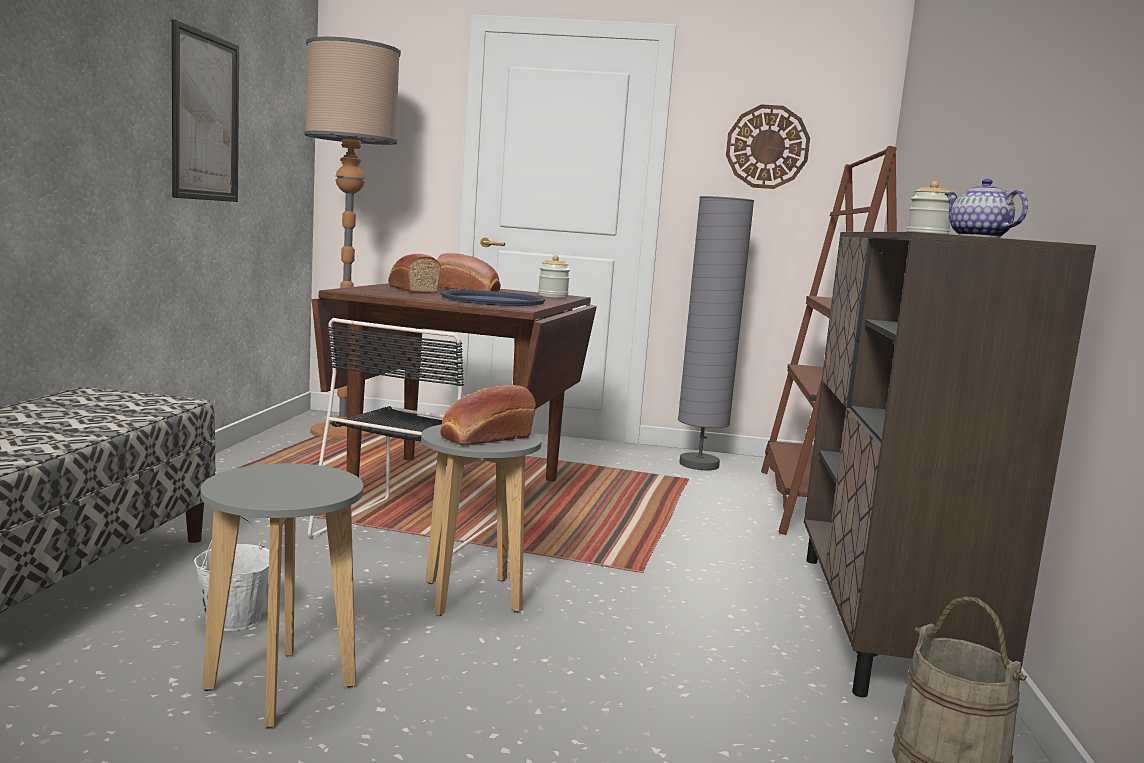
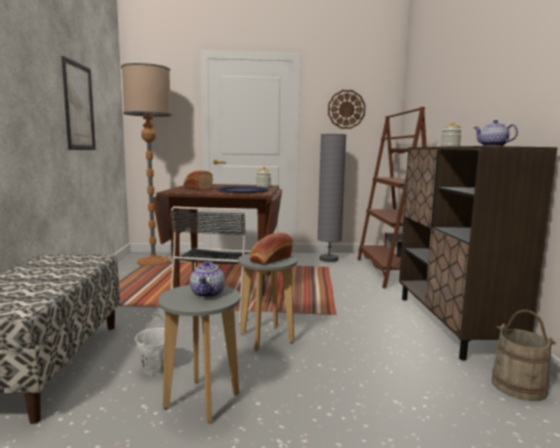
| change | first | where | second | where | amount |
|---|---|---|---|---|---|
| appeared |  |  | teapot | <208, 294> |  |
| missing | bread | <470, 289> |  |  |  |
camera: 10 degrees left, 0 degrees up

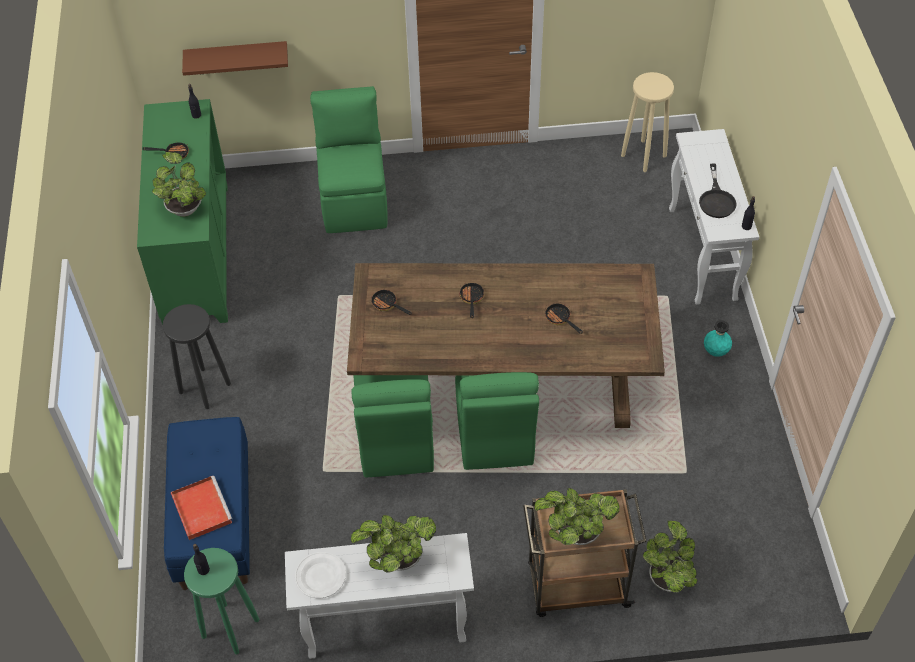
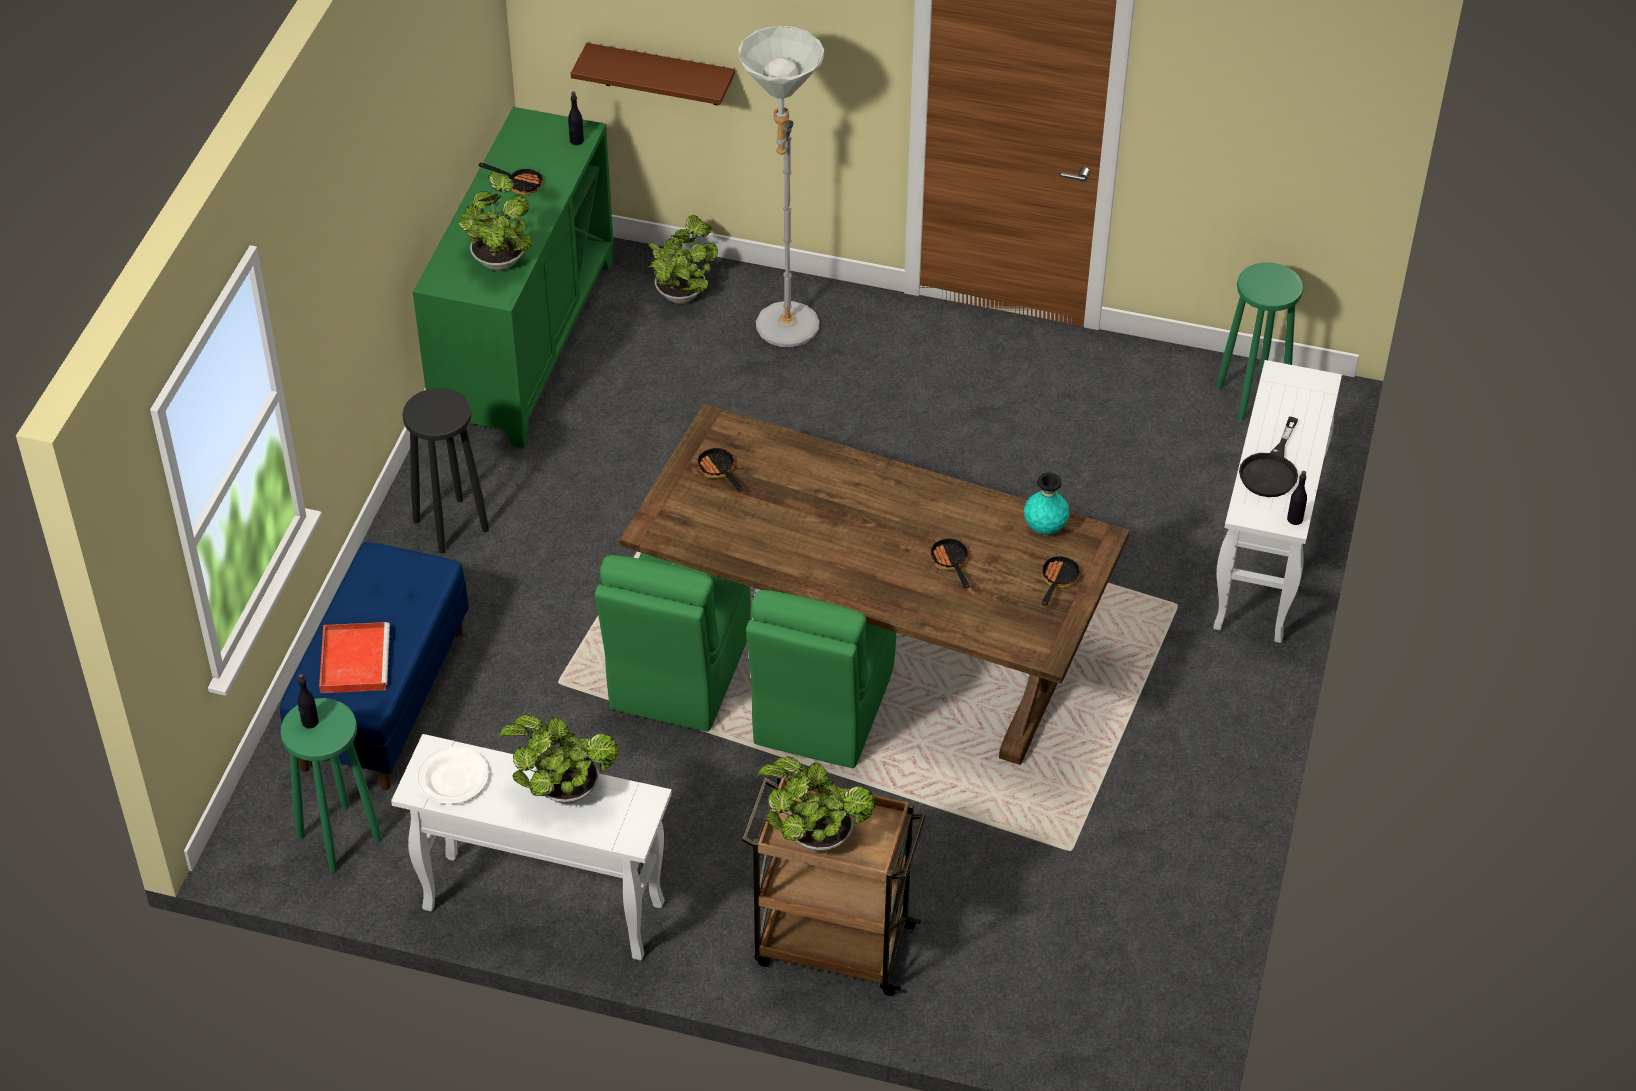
| change | first | where | second | where | amount |
|---|---|---|---|---|---|
| relocated | potted plant | <667, 576> |  | <682, 293> |  |
| exchanged | green chair | <354, 200> | grey floor lamp | <783, 335> |  |
| relocated | turquoise vase | <715, 351> |  | <1045, 528> |  |
| relocated | frying pan | <471, 299> |  | <1057, 581> |  |
| colour | beige stool | <644, 156> | green stool | <1252, 397> |  |
camera: 20 degrees right, 5 degrees down

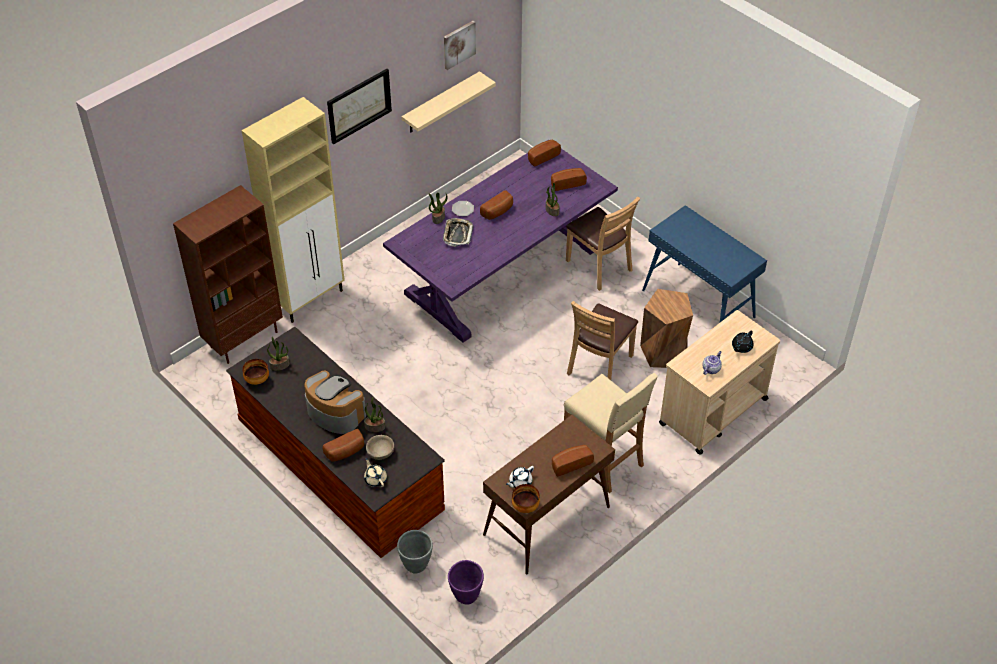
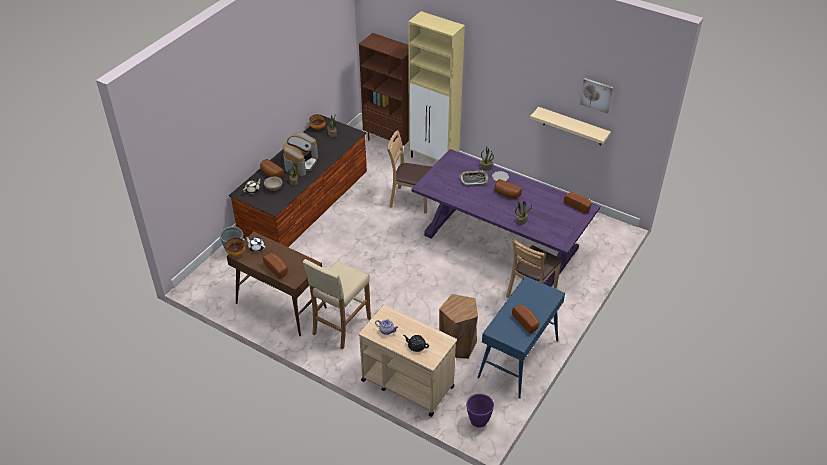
| change | first | where | second | where | amount |
|---|---|---|---|---|---|
| relocated | brown chair | <600, 366> |  | <411, 200> |  |
| relocated | purple planter | <466, 596> |  | <478, 421> |  |
| relocated | bread | <567, 183> |  | <526, 322> |  |
| missing | picture | <359, 105> |  |  |  |
camera: 75 degrees right, 5 degrees down

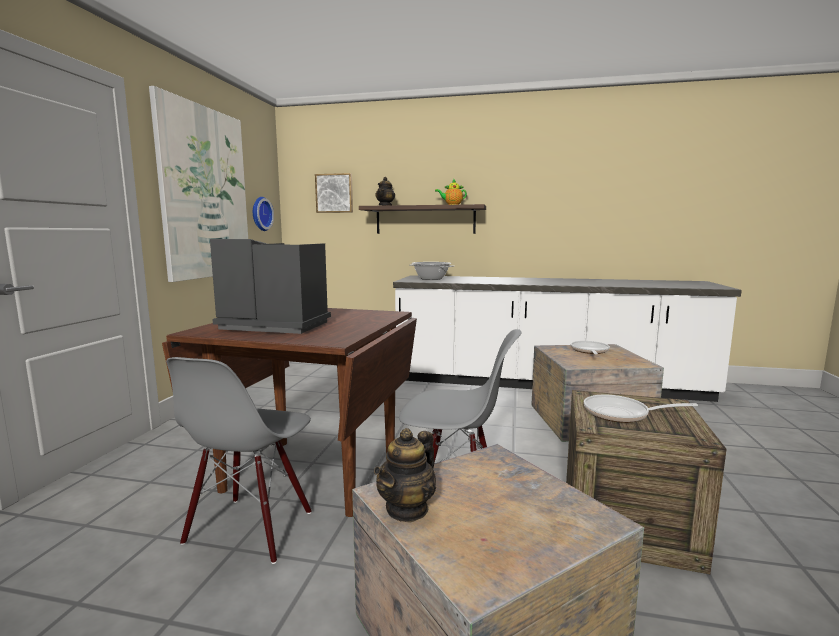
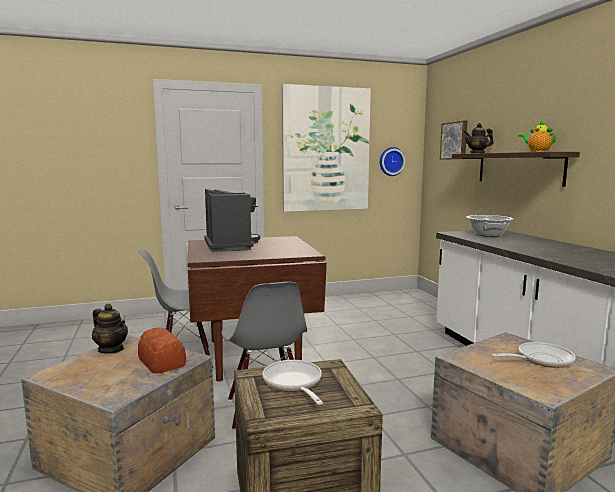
| change | first | where | second | where | amount |
|---|---|---|---|---|---|
| spun | teapot | <407, 509> |  | <111, 349> | 150 degrees counterclockwise |
| appeared |  |  | bread | <162, 361> |  |
camera: 60 degrees right, 0 degrees up

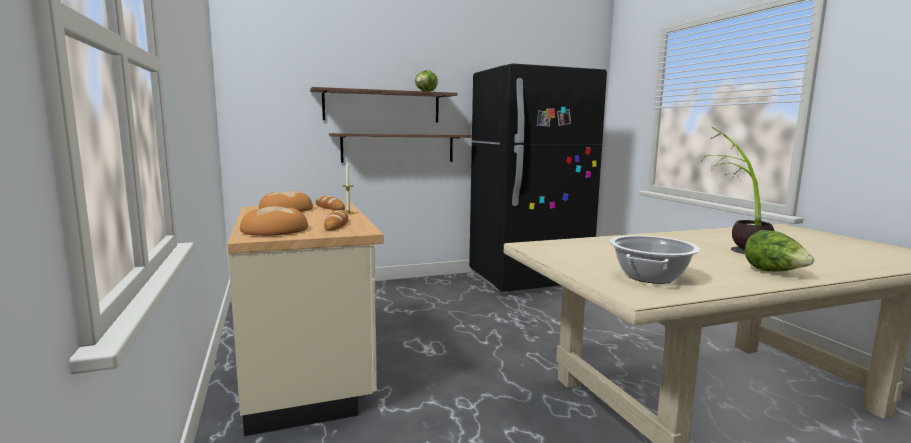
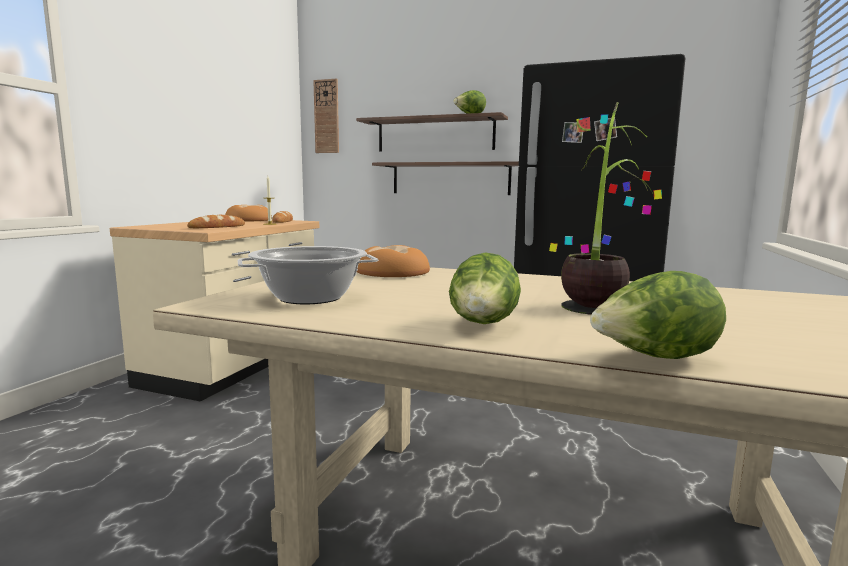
| change | first | where | second | where | amount |
|---|---|---|---|---|---|
| appeared |  |  | wall clock | <326, 116> |  |
| relocated | bread | <274, 230> |  | <391, 272> |  |
| appeared |  |  | lettuce | <653, 358> |  |
camera: 40 degrees right, 0 degrees up

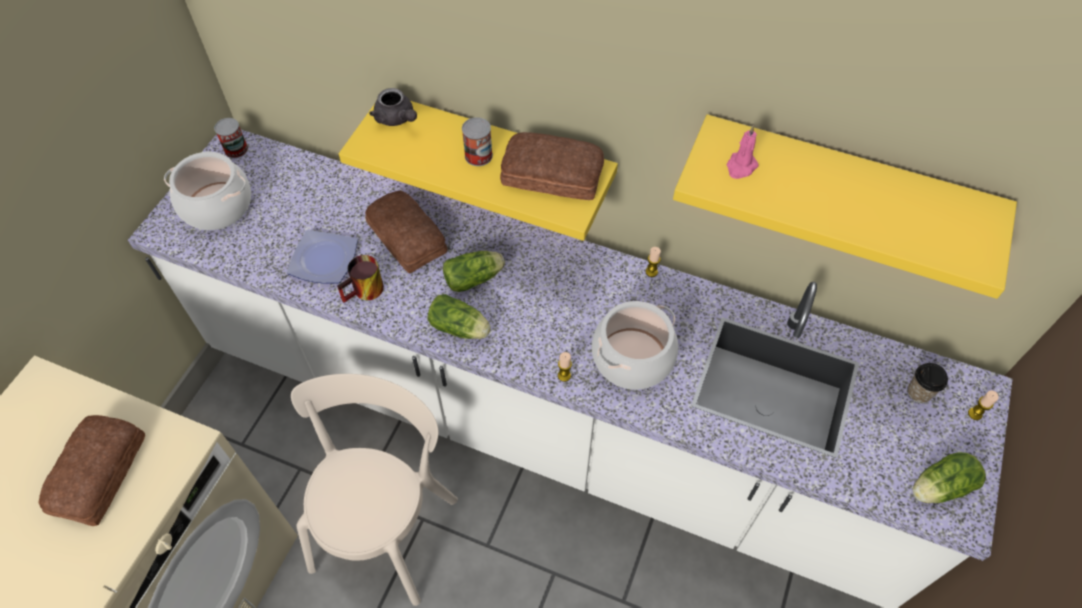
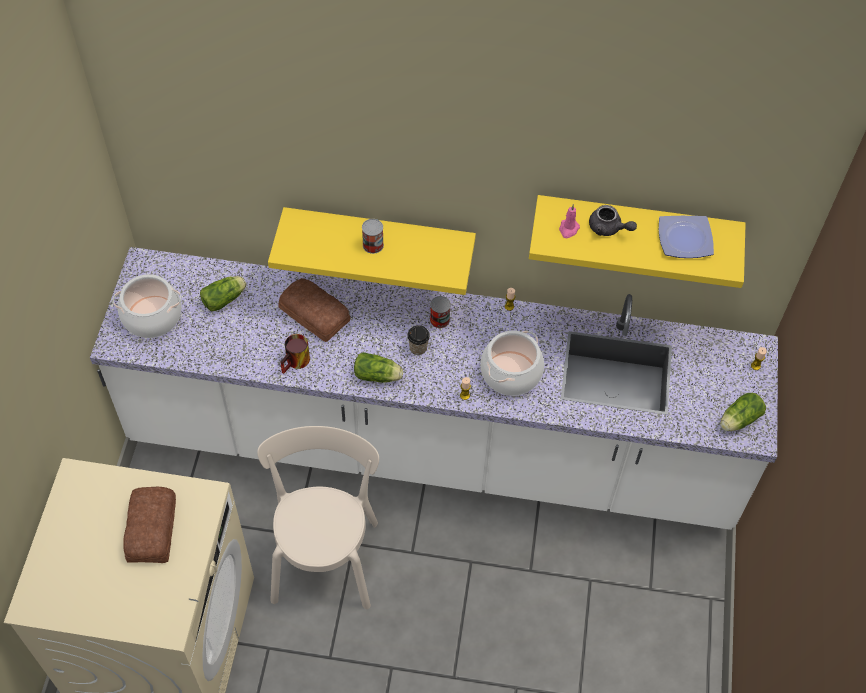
| change | first | where | second | where | amount |
|---|---|---|---|---|---|
| relocated | lettuce | <475, 278> |  | <225, 299> |  |
| relocated | cup | <918, 393> |  | <418, 348> |  |
| relocated | can | <236, 149> |  | <439, 320> |  |
| relocated | grey teapot | <397, 119> |  | <608, 229> |  |
| relocated | plate | <325, 259> |  | <685, 238> |  |
| missing | bread | <553, 176> |  |  |  |
camera: 15 degrees left, 0 degrees up

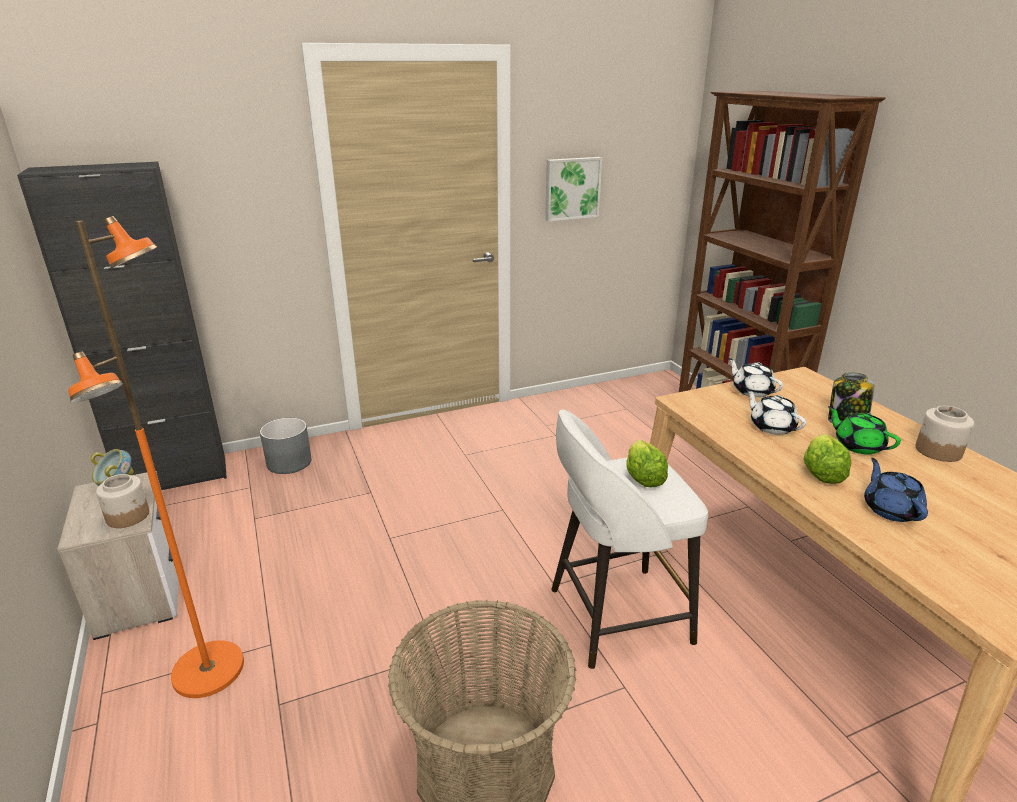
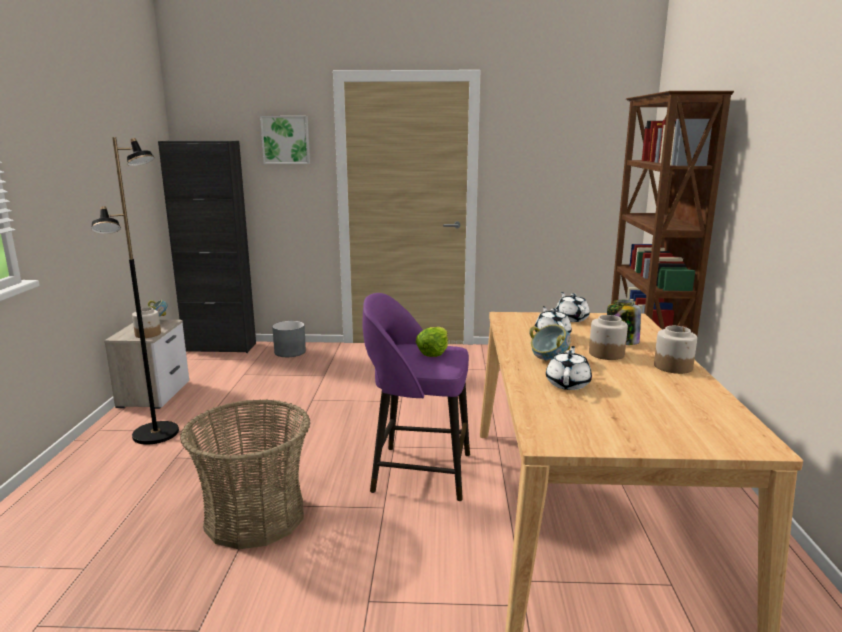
| change | first | where | second | where | amount |
|---|---|---|---|---|---|
| colour | orange floor lamp | <210, 670> | black floor lamp | <156, 434> |  |
| relocated | picture | <571, 188> |  | <286, 140> |  |
| colour | white stool | <615, 616> | purple stool | <418, 472> |  |
| exchanged | lettuce | <821, 472> | bowl | <548, 360> |  |
| colour | blue teapot | <890, 509> | white teapot | <568, 383> |  |
| exchanged | green teapot | <858, 445> | jar | <606, 354> |  |
camera: 25 degrees right, 10 degrees down

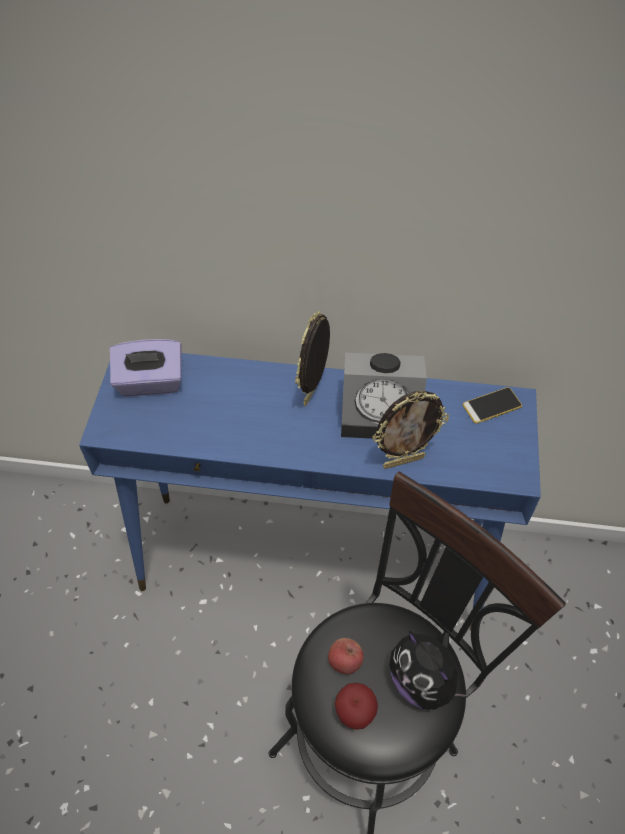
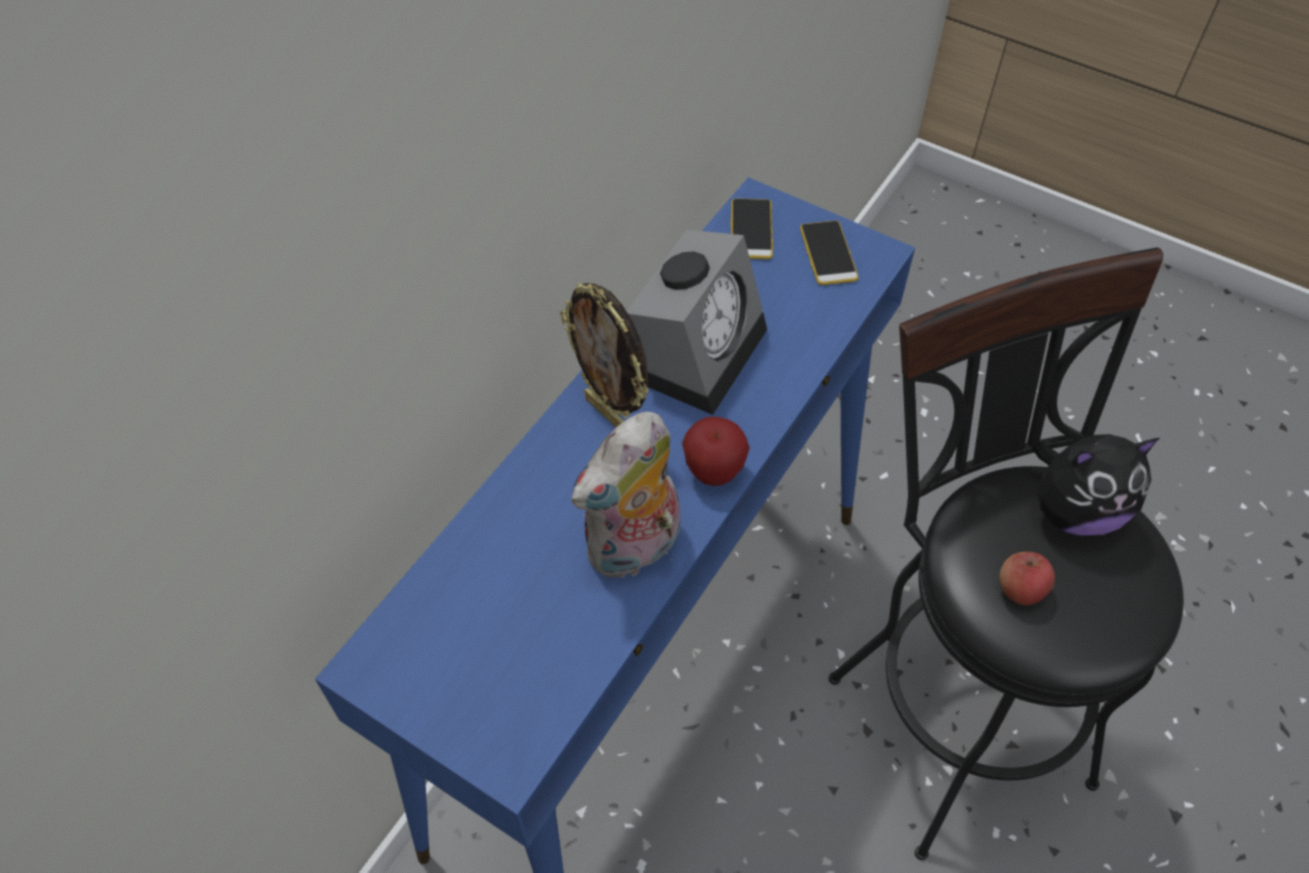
| change | first | where | second | where | amount |
|---|---|---|---|---|---|
| appeared |  |  | plush toy | <634, 549> |  |
| relocated | apple | <354, 713> |  | <713, 472> |  |
| appeared |  |  | phone | <828, 253> |  |
| missing | purple tissue box | <151, 383> |  |  |  |
| missing | picture frame | <403, 461> |  |  |  |
camera: 65 degrees left, 0 degrees up

